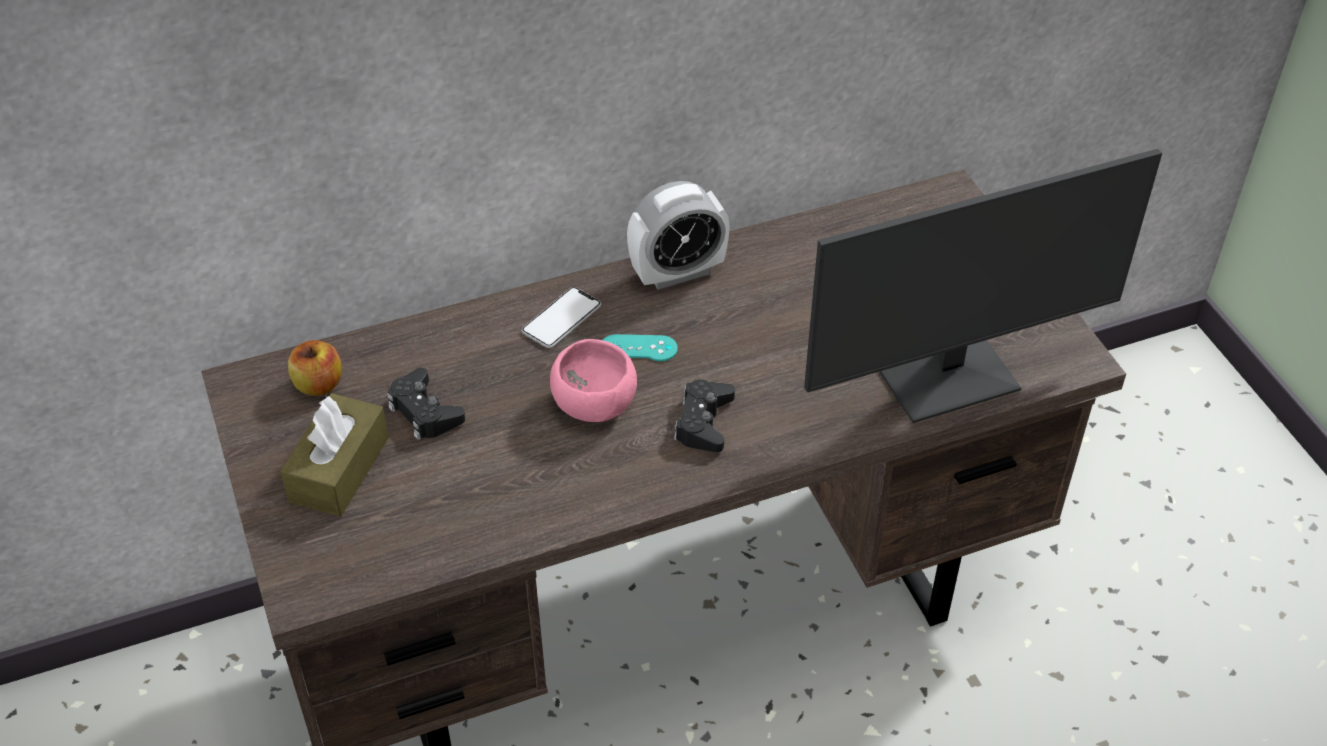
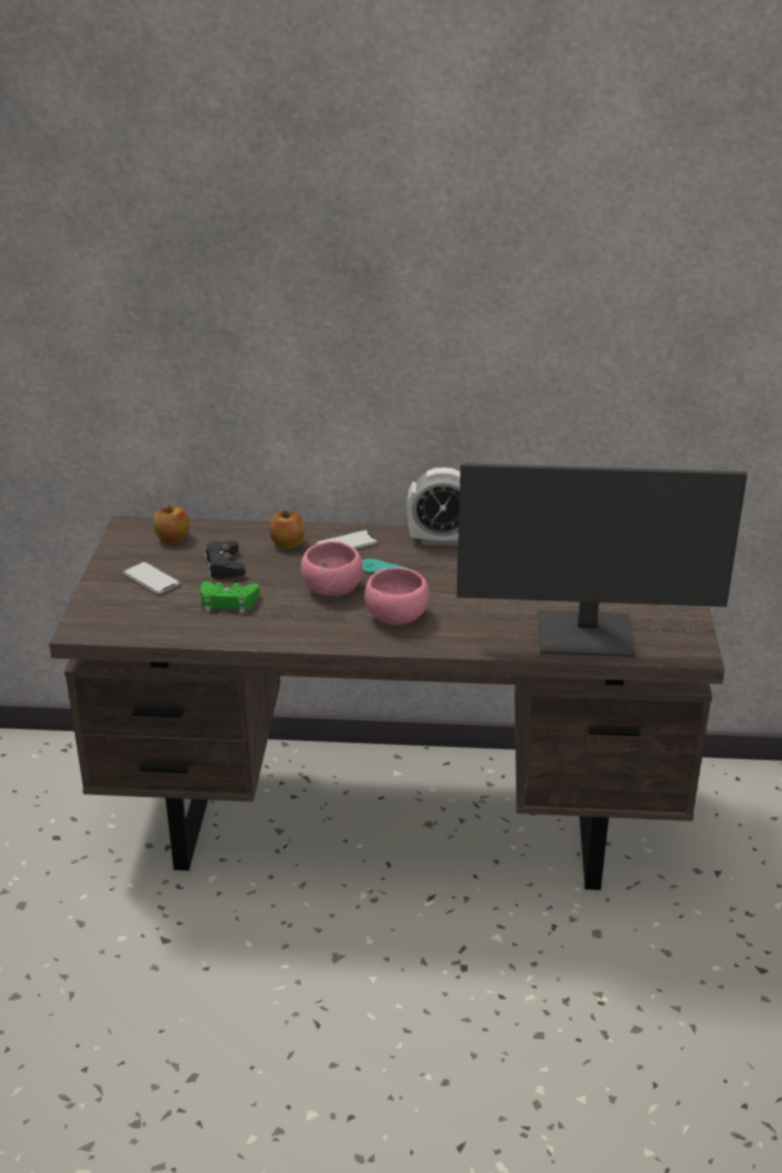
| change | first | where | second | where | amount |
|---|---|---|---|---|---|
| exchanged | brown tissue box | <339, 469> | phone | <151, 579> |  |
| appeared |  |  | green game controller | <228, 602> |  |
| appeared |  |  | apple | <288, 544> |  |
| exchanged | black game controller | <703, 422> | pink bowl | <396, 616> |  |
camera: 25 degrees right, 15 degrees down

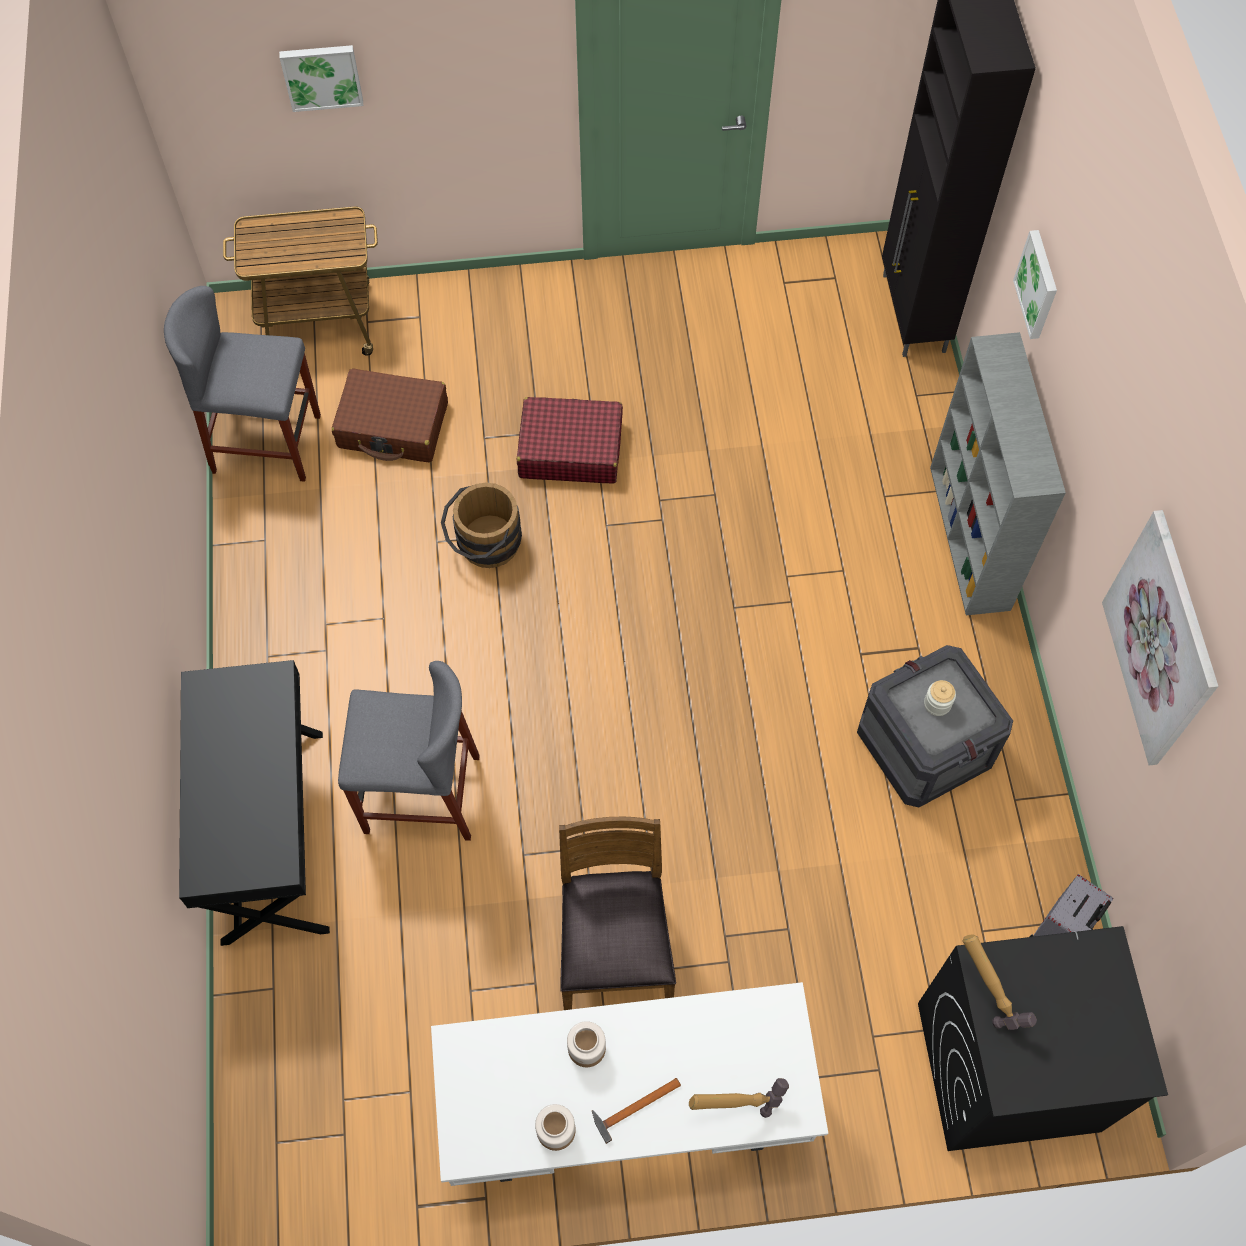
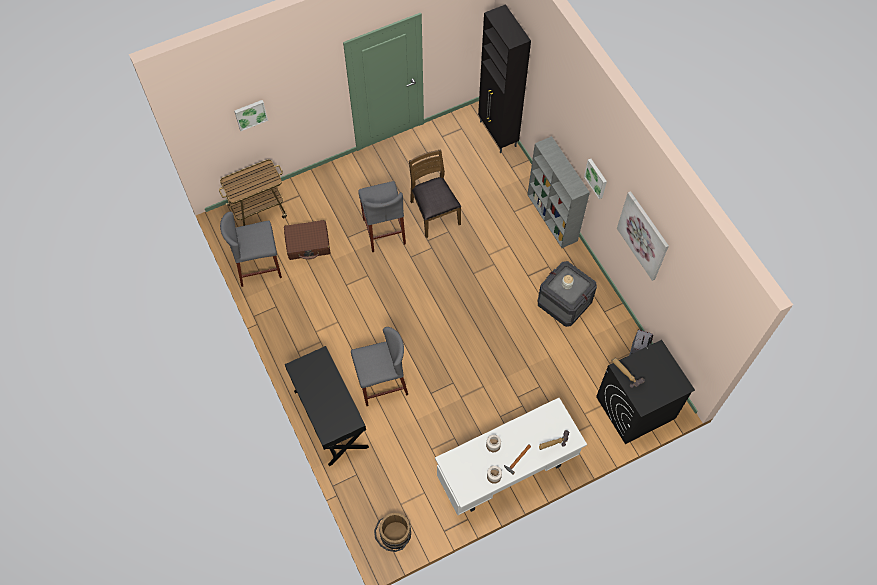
| change | first | where | second | where | amount |
|---|---|---|---|---|---|
| exchanged | red suitcase | <570, 450> | grey stool | <384, 231> |  |
| relocated | brown bucket | <484, 546> |  | <394, 537> |  |
| relocated | brown chair | <614, 949> |  | <434, 213> |  |
| relocated | picture | <1038, 284> |  | <596, 178> |  |
camera: 20 degrees left, 0 degrees up

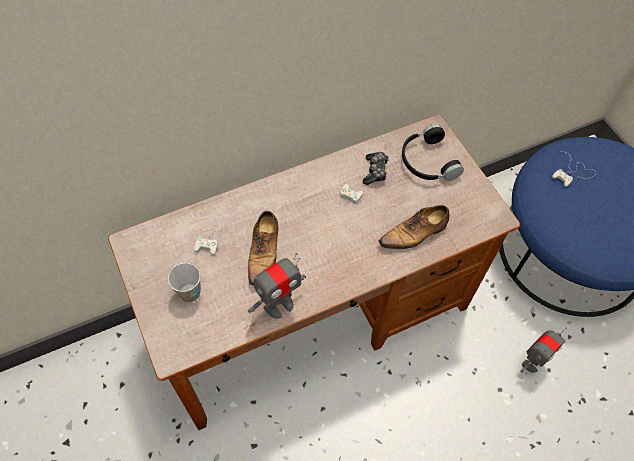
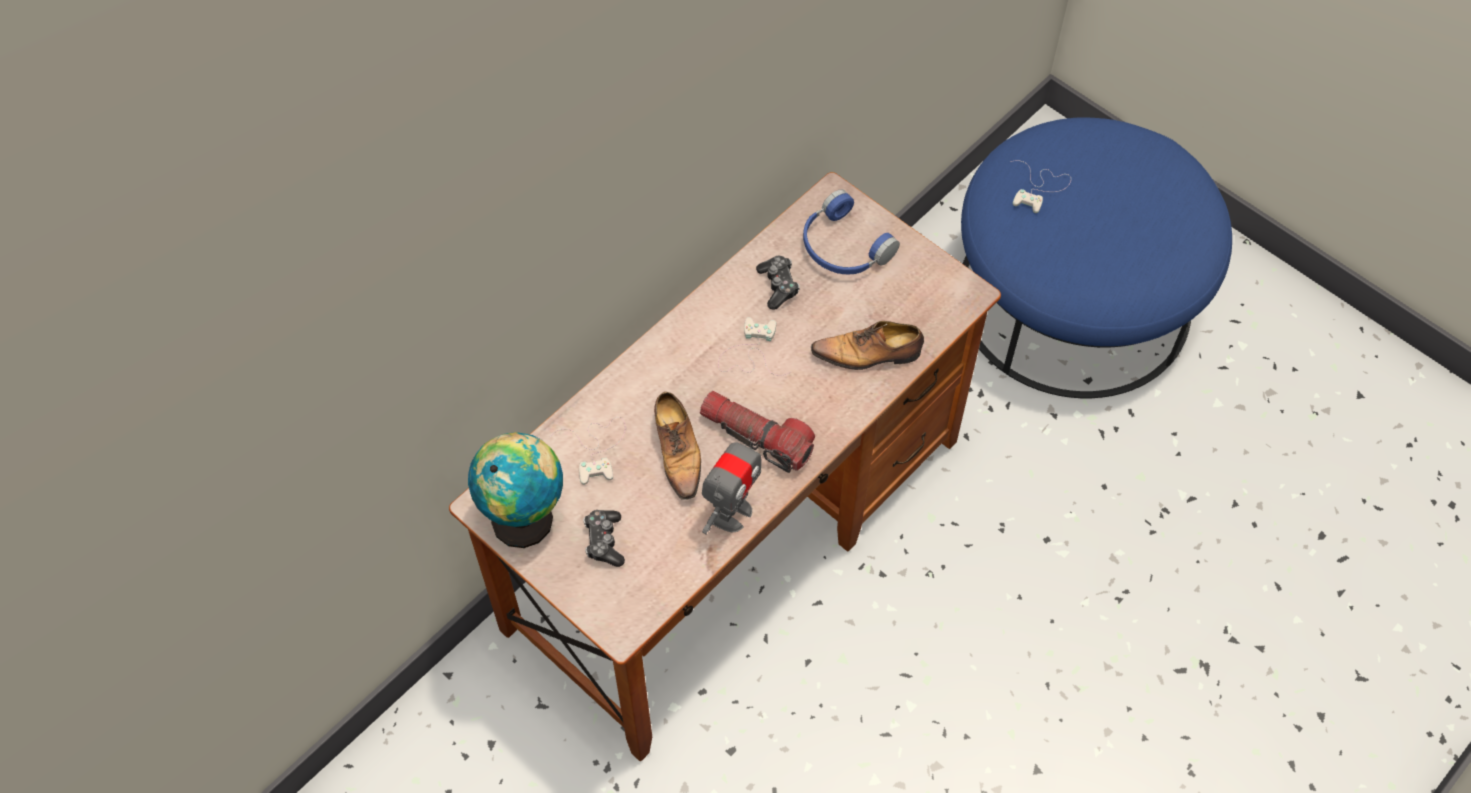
| change | first | where | second | where | amount |
|---|---|---|---|---|---|
| appeared |  |  | globe | <526, 517> |  |
| exchanged | cup | <189, 293> | game controller | <604, 541> |  |
| appeared |  |  | flashlight | <756, 437> |  |
| colour | black headphones | <426, 161> | blue headphones | <842, 247> |  |
| spun | shoe | <415, 233> |  | <869, 354> | 45 degrees clockwise |
| missing | toy robot | <532, 362> |  |  |  |
camera: 20 degrees left, 0 degrees up

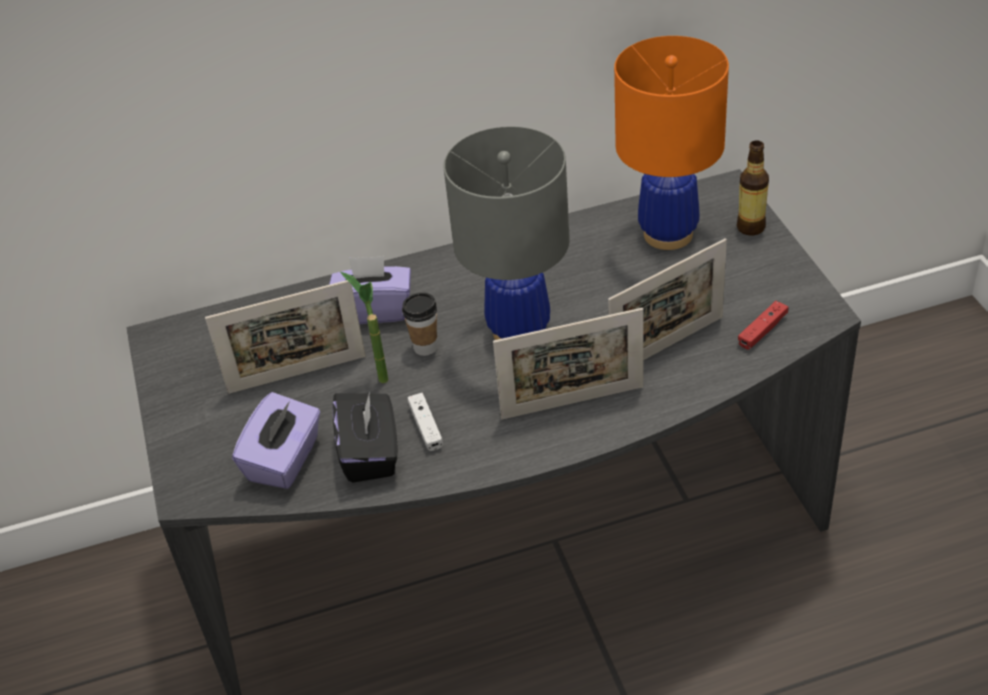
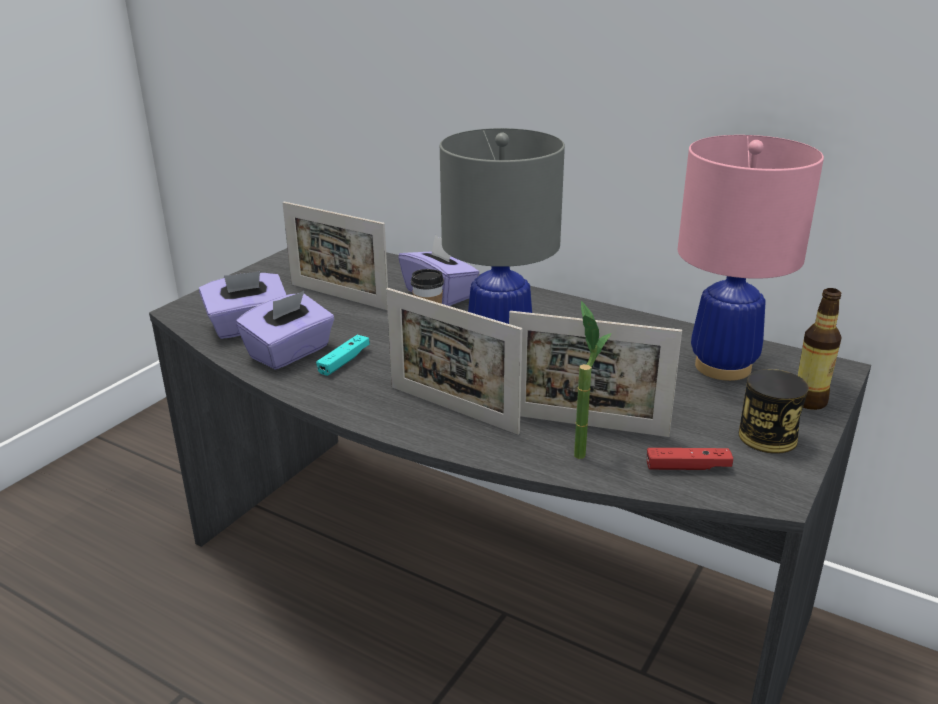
| change | first | where | second | where | amount |
|---|---|---|---|---|---|
| colour | black tissue box | <370, 454> | purple tissue box | <290, 353> |  |
| colour | white game controller | <426, 427> | turquoise game controller | <344, 361> |  |
| relocated | potted plant | <377, 374> |  | <580, 448> |  |
| colour | orange table lamp | <668, 234> | pink table lamp | <723, 367> |  |
| appeared |  |  | can | <767, 437> |  |
camera: 45 degrees right, 15 degrees down

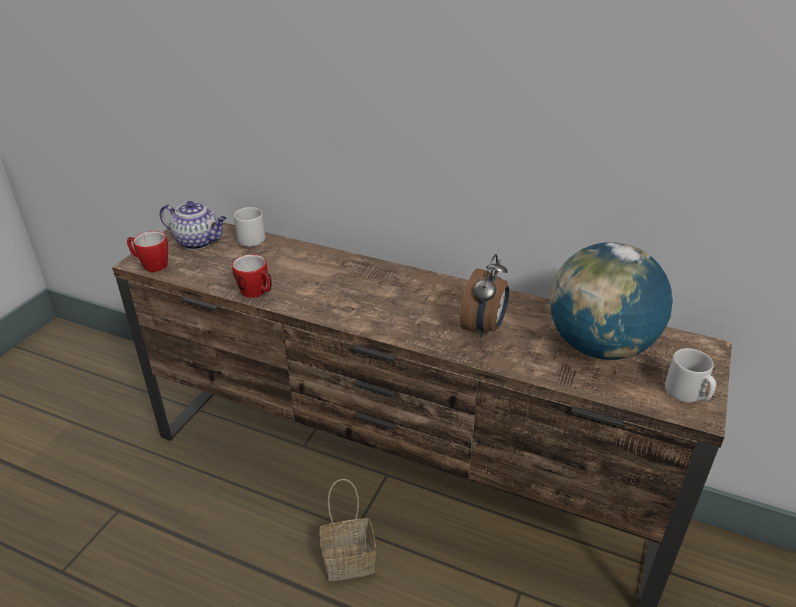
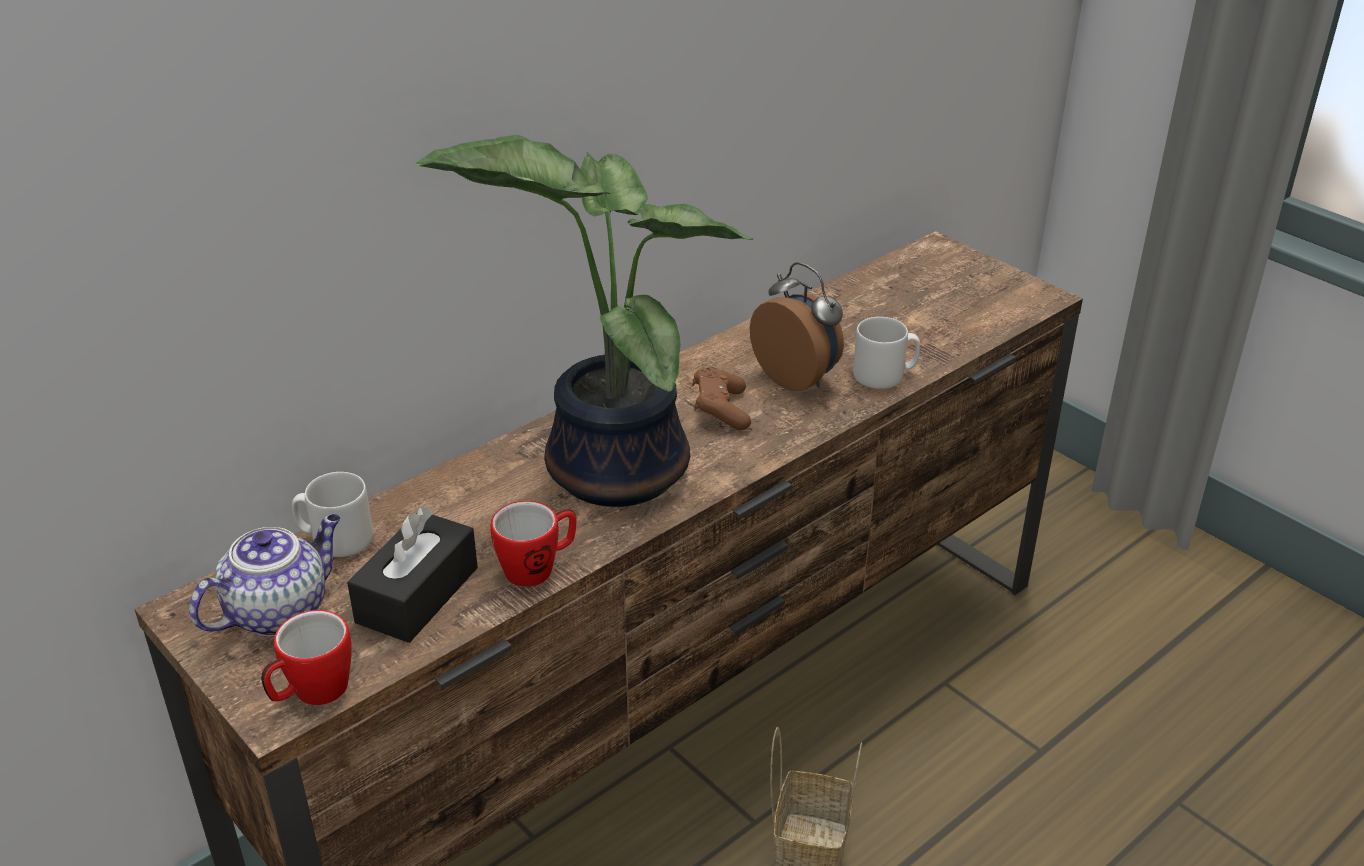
| change | first | where | second | where | amount |
|---|---|---|---|---|---|
| appeared |  |  | black tissue box | <417, 595> |  |
| appeared |  |  | potted plant | <609, 467> |  |
| appeared |  |  | brown game controller | <720, 410> |  |
| relocated | grey mug | <687, 394> |  | <885, 375> |  |
| missing | globe | <599, 346> |  |  |  |
camera: 65 degrees left, 0 degrees up

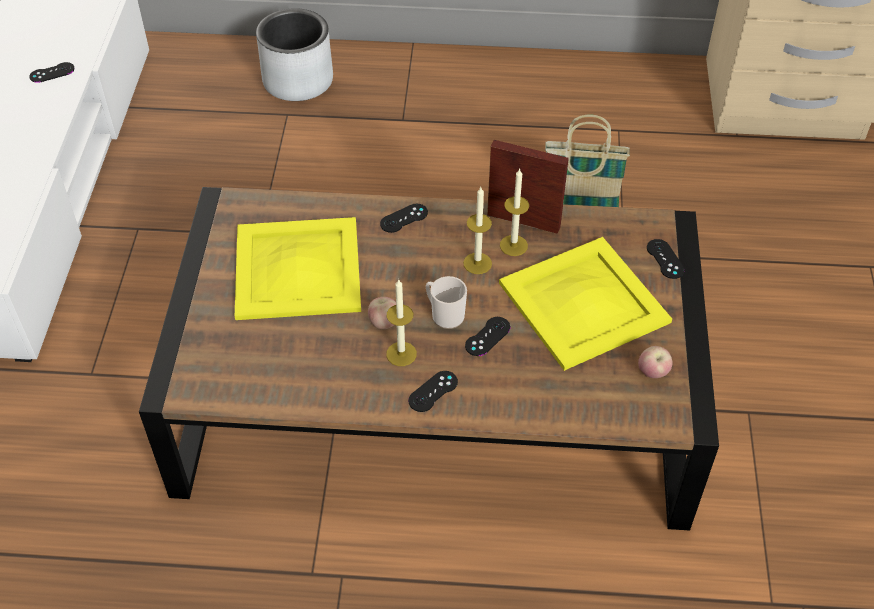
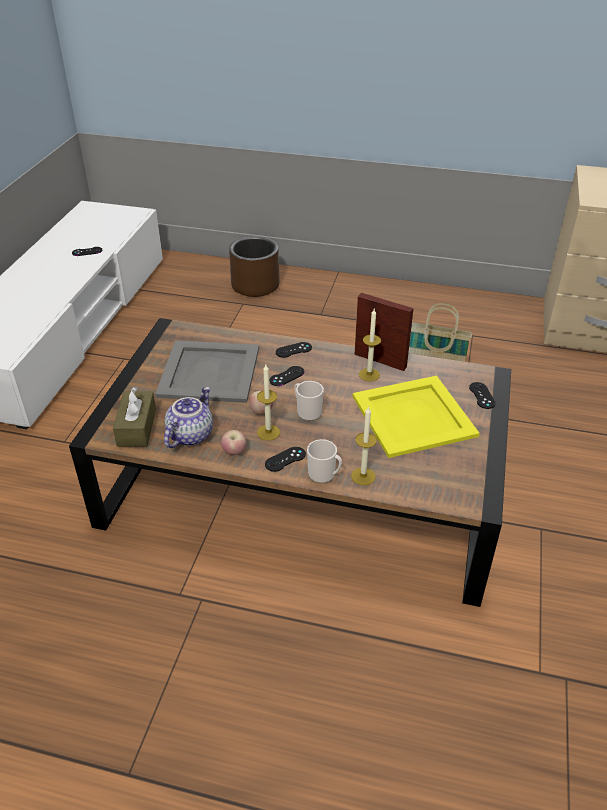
| change | first | where | second | where | amount |
|---|---|---|---|---|---|
| appeared |  |  | brown tissue box | <137, 427> |  |
| colour | yellow tray | <296, 270> | grey tray | <208, 372> |  |
| appeared |  |  | teapot | <189, 435> |  |
| relocated | apple | <652, 372> |  | <234, 452> |  |
| colour | grey planter | <298, 81> | brown planter | <255, 286> |  |
| relocated | black game controller | <487, 336> |  | <287, 376> |  |
| appeared |  |  | mug | <324, 475> |  |
| relocated | candle | <477, 263> |  | <363, 476> |  |
camera: 10 degrees right, 10 degrees down

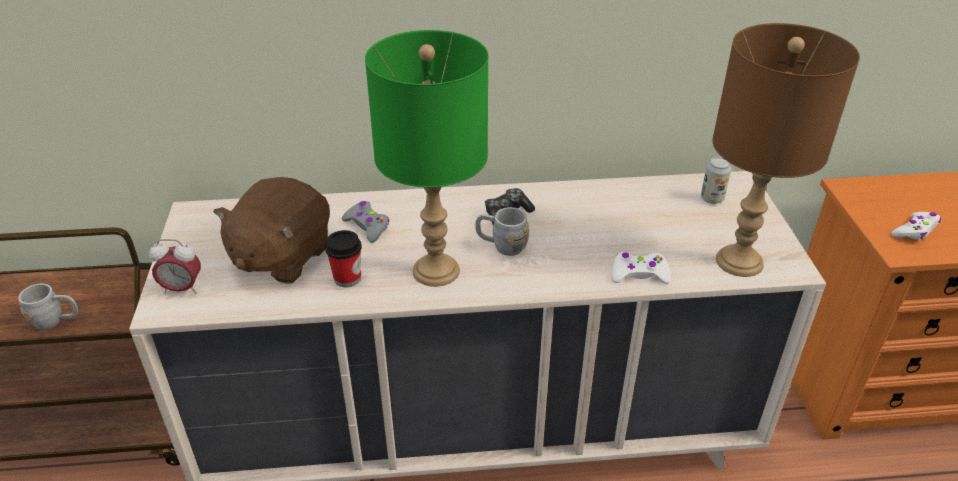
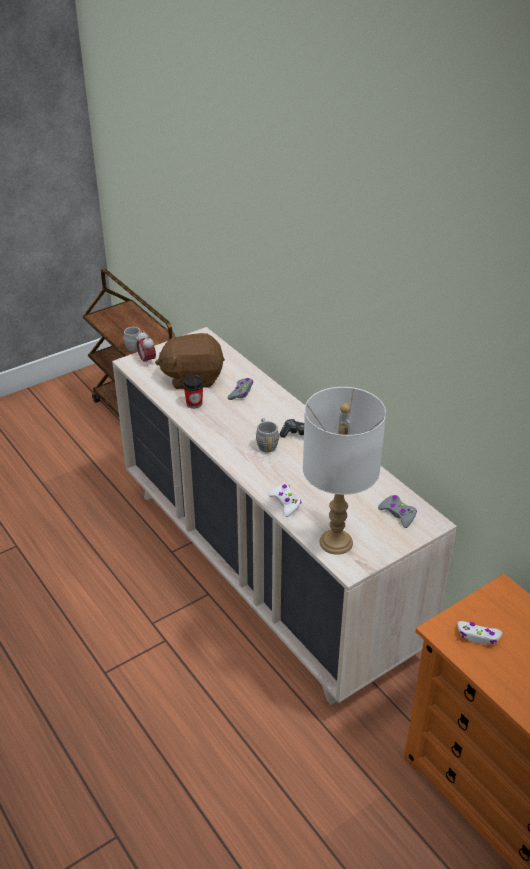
| change | first | where | second | where | amount |
|---|---|---|---|---|---|
| colour | brown table lamp | <739, 261> | white table lamp | <336, 542> |  |
| exchanged | can | <712, 198> | grey game controller | <398, 514> |  |
| missing | green table lamp | <437, 270> |  |  |  |
camera: 60 degrees right, 0 degrees up

